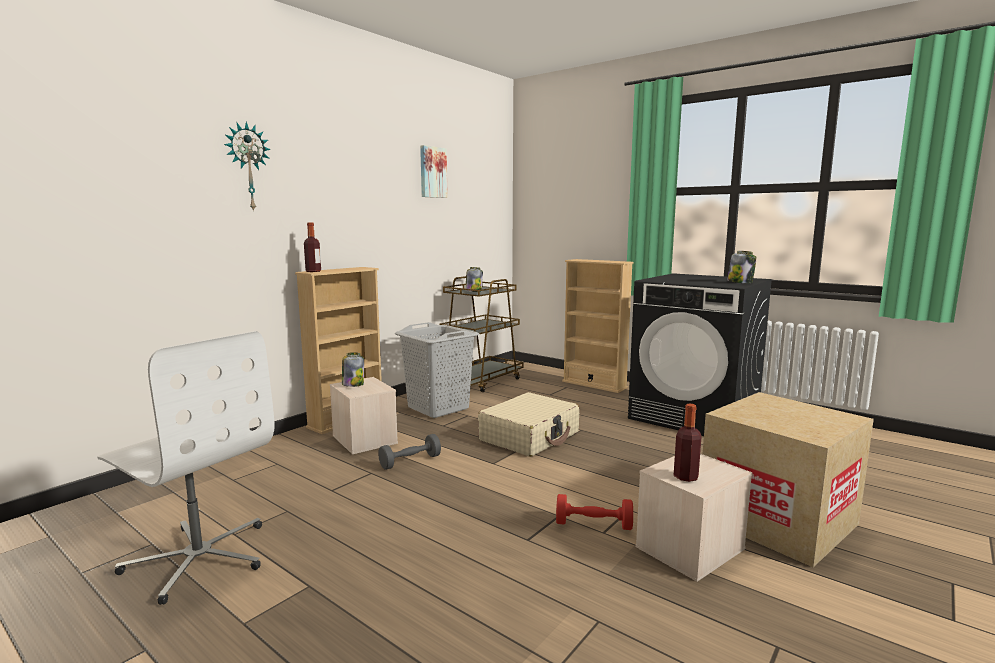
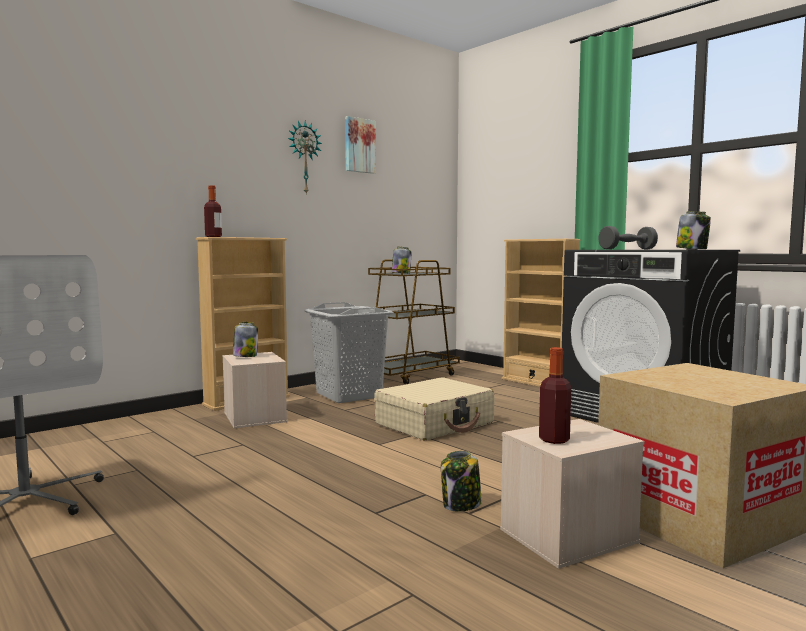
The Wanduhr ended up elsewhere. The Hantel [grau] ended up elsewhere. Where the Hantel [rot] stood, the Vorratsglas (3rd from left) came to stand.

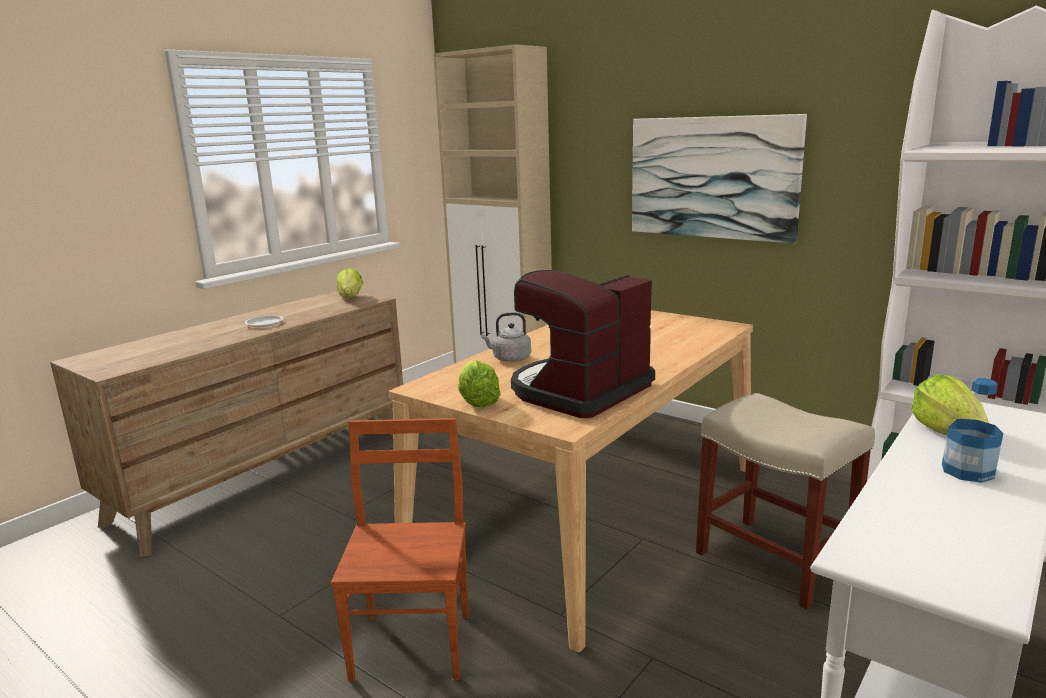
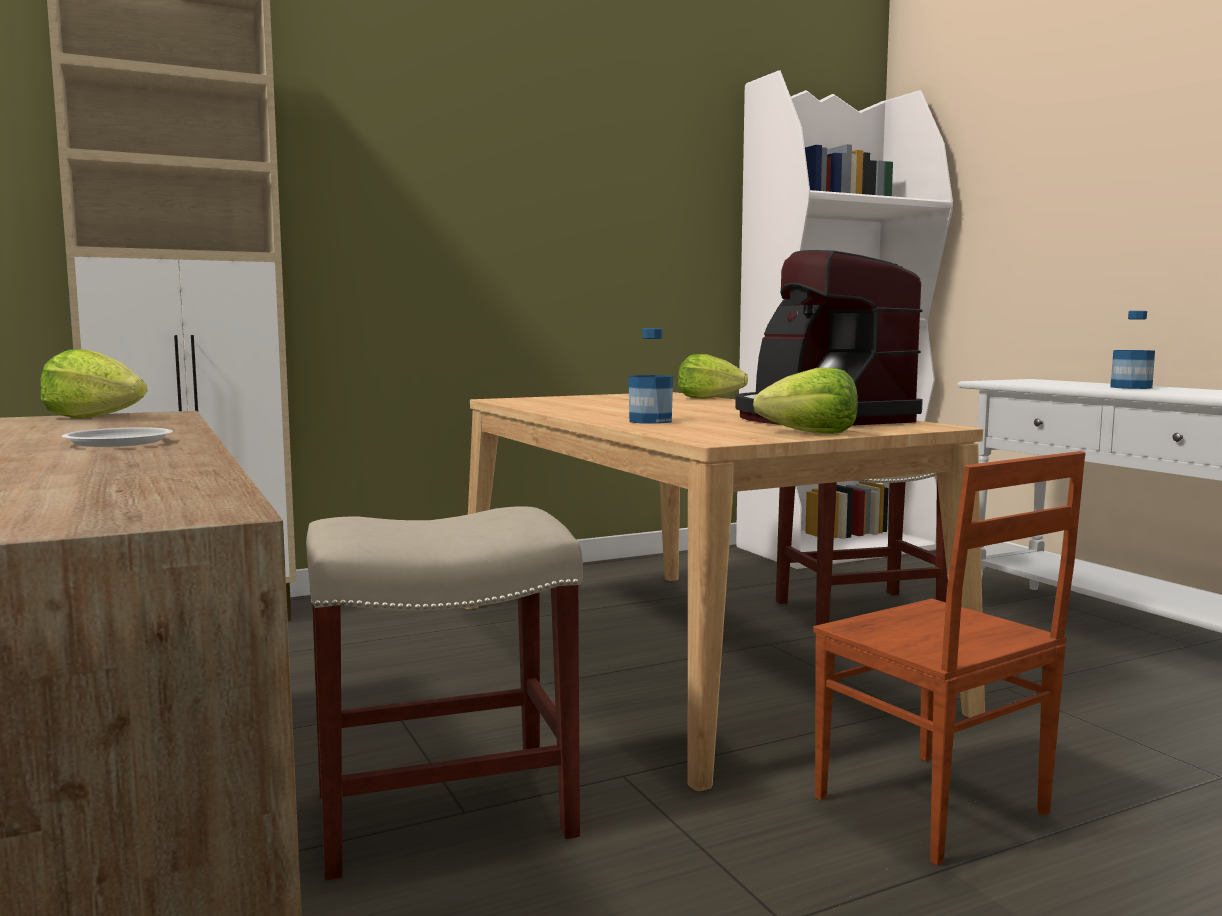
The Stuhl [braun] ended up facing another way, 150 degrees counterclockwise from before. Where the Wasserkessel [grau] stood, the Flasche (1st from left) came to stand. The second view lost the Bild. The Salatkopf (3rd from left in the first image) ended up elsewhere. The second view gained the Hocker [beige] (1st from left).

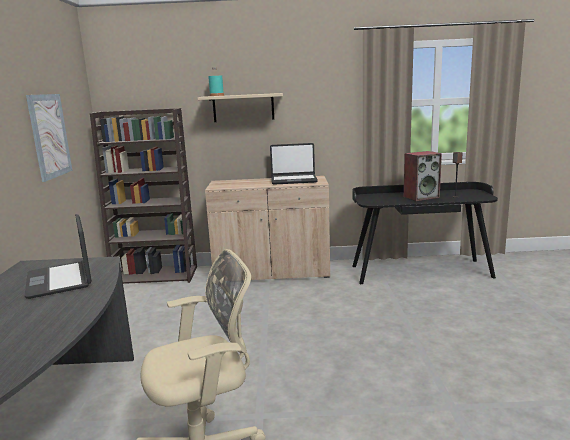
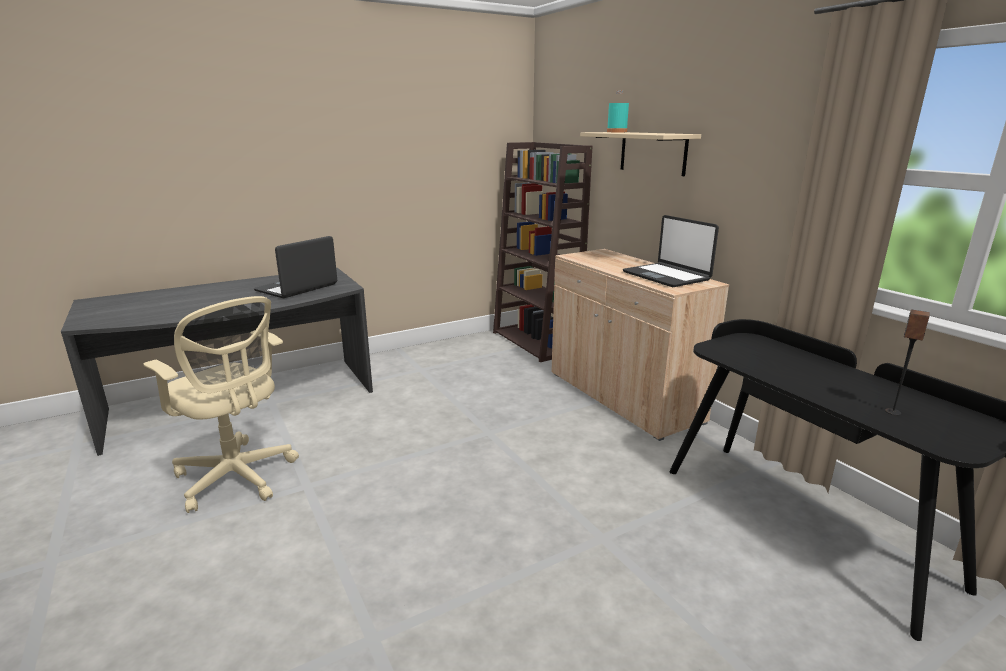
The second view lost the Bild. The second view lost the Lautsprecher (1st from left).

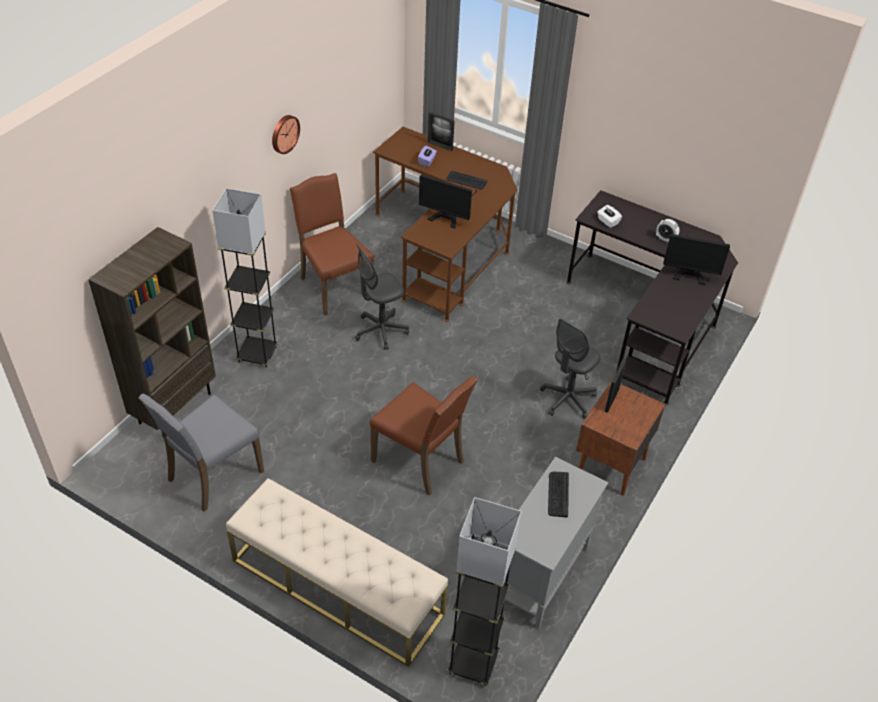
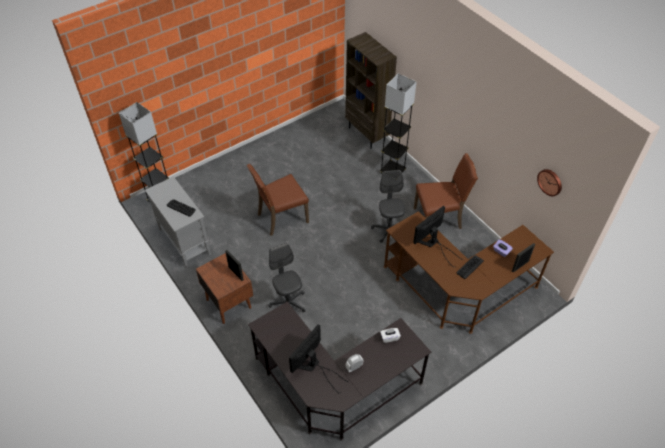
The second view lost the Stuhl [grau]. The second view lost the Bank [beige]. The Wanduhr ended up elsewhere.

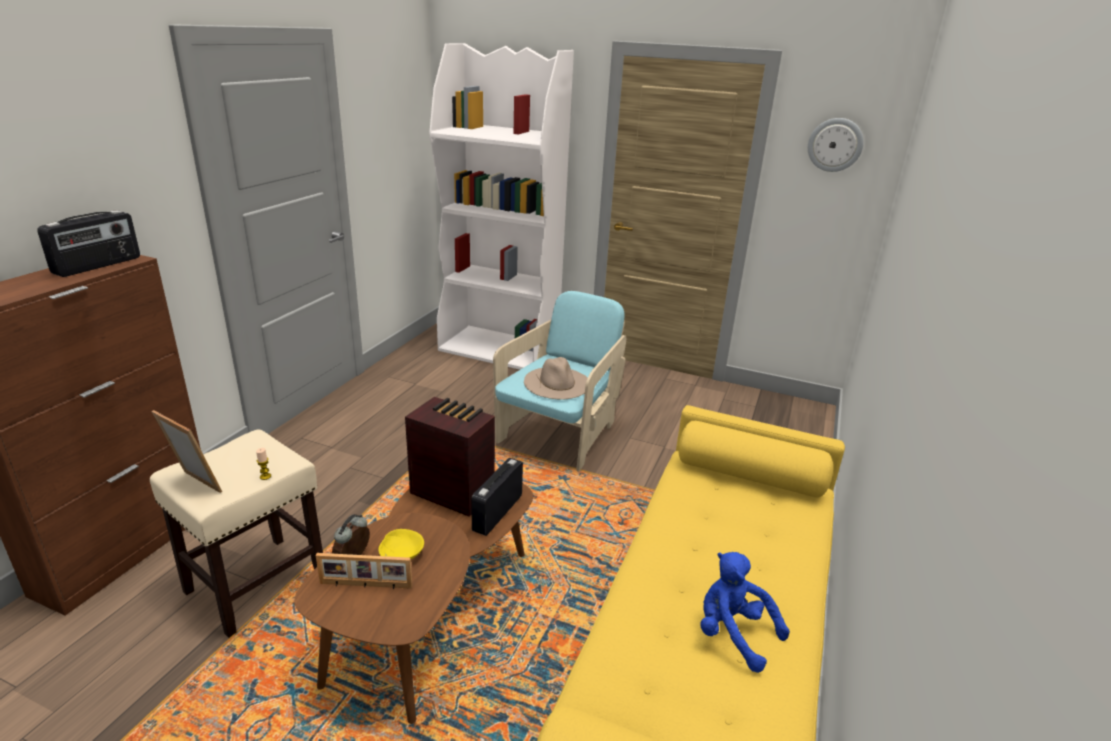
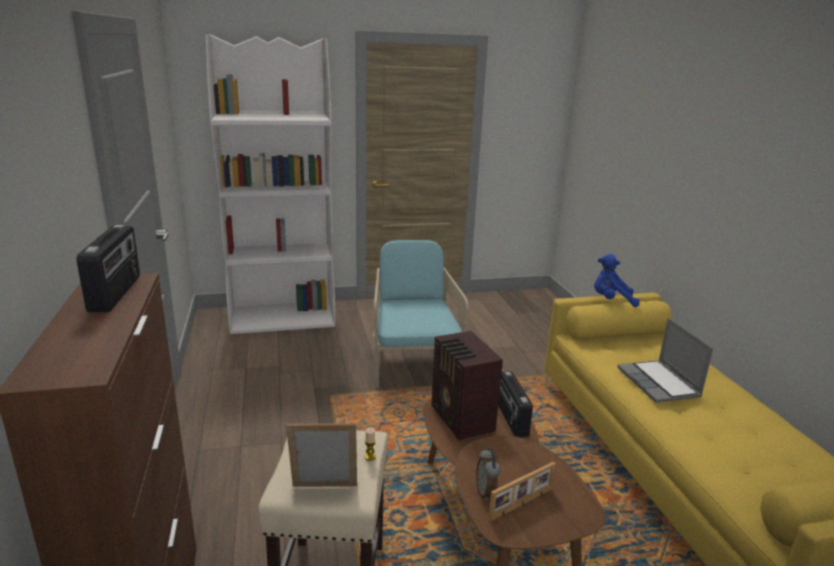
The second view lost the Schüssel [gelb]. The Radio (2nd from left) ended up facing another way, 105 degrees counterclockwise from before. The second view lost the Hut [beige]. The Plüschtier [blau] ended up elsewhere. The second view lost the Wanduhr. The second view gained the Laptop.

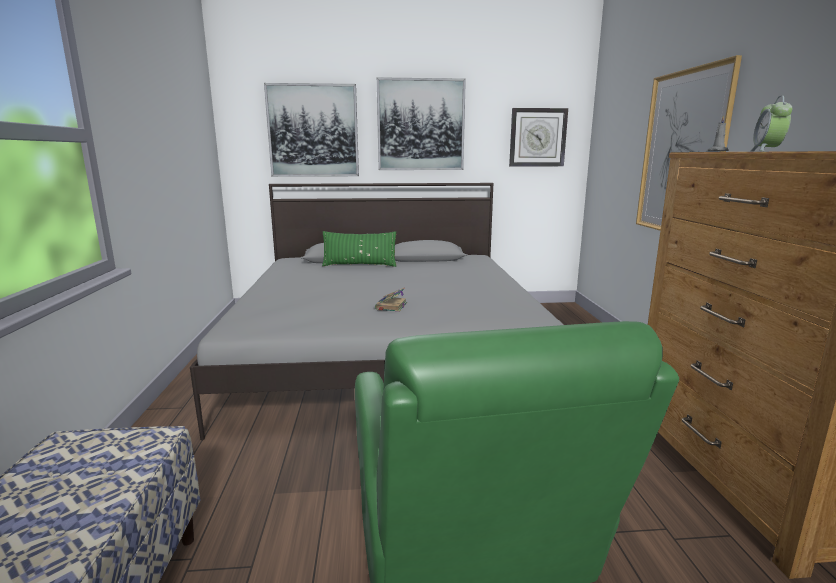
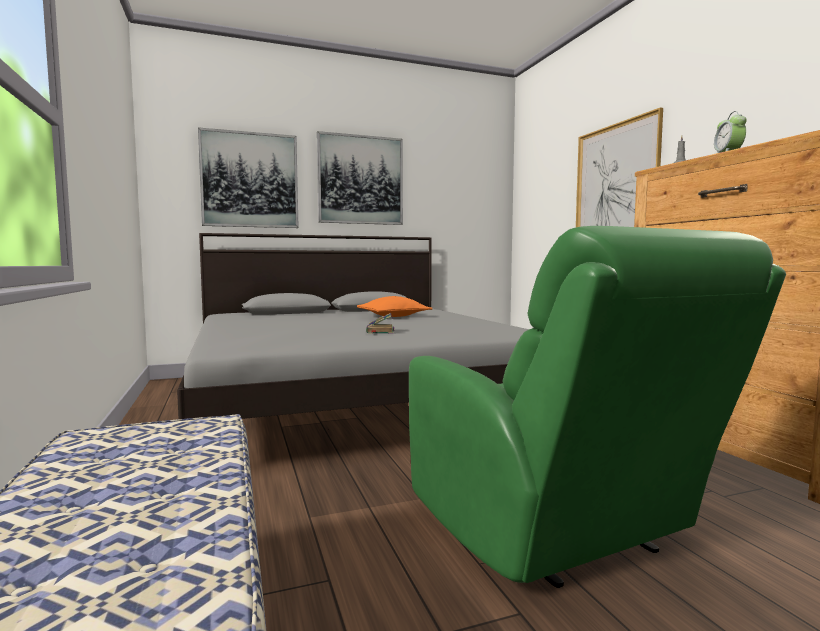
The second view lost the Kissen [grün]. The second view lost the Wanduhr. The second view gained the Kissen [orange].

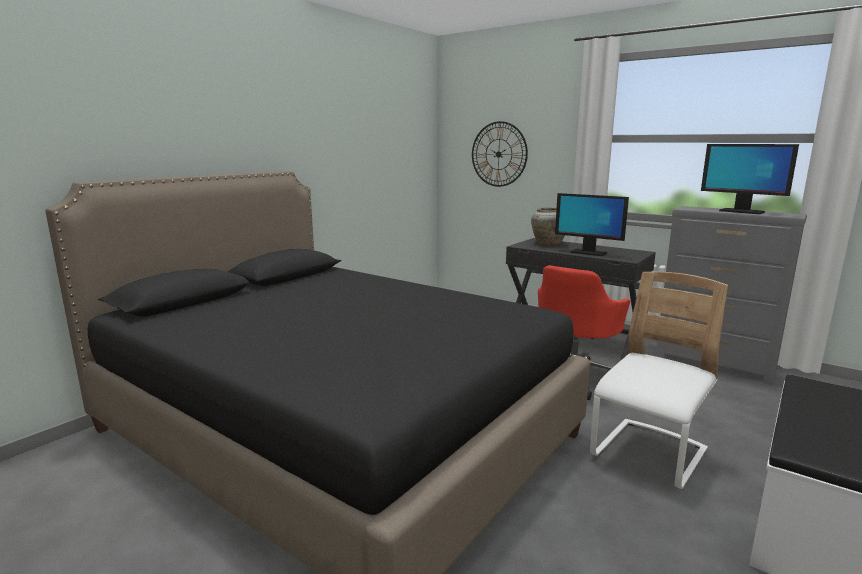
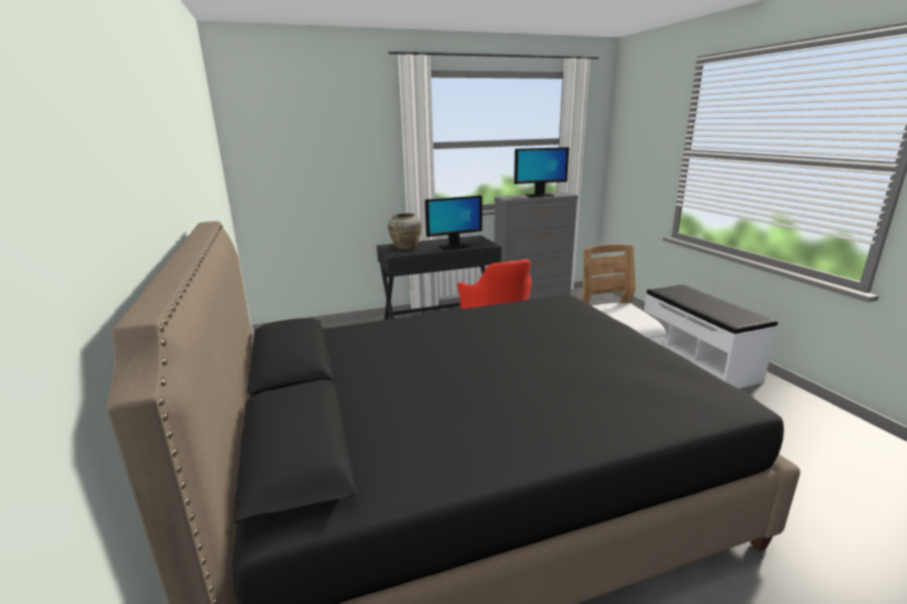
The second view lost the Wanduhr.

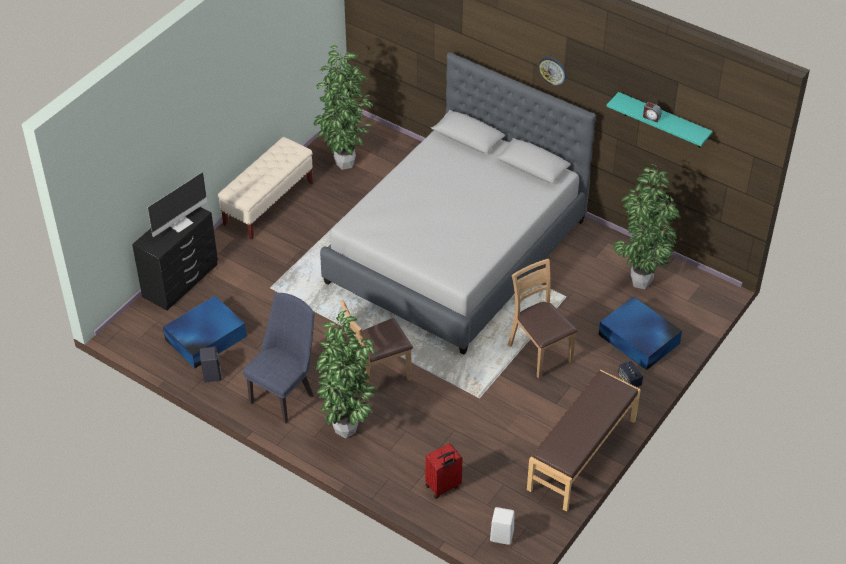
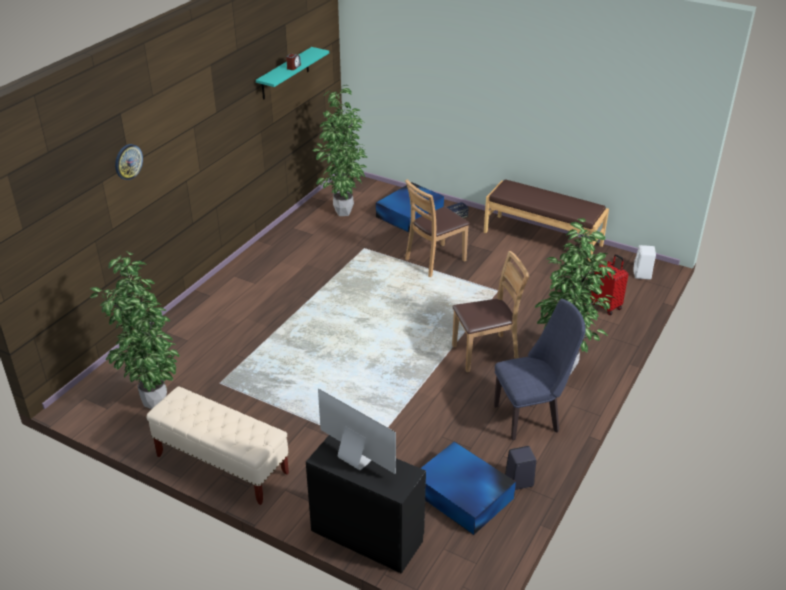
The Stuhl [blau] ended up facing another way, 135 degrees clockwise from before. The second view lost the Bett [grau]. The Stuhl [braun] (1st from left in the first image) ended up facing another way, 75 degrees counterclockwise from before. The Wanduhr ended up elsewhere.

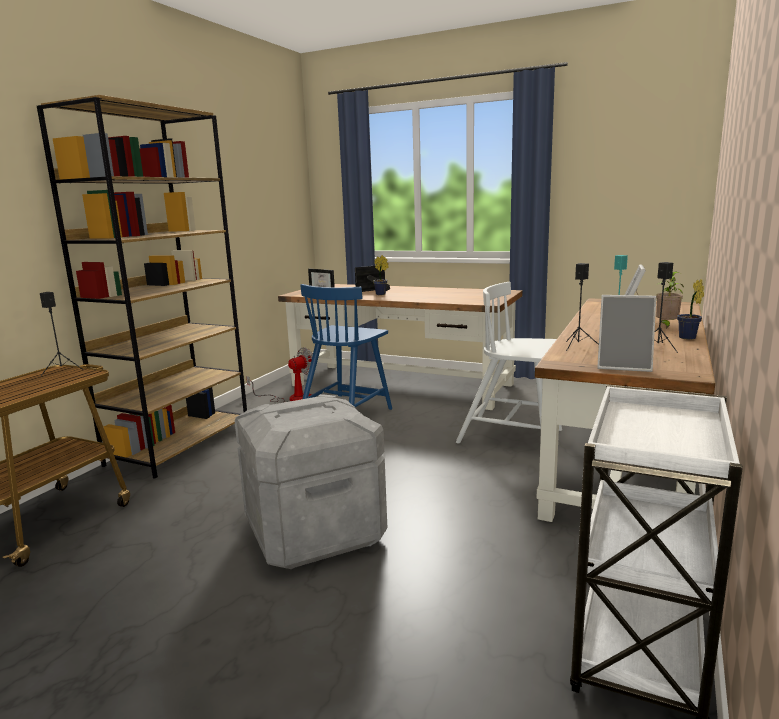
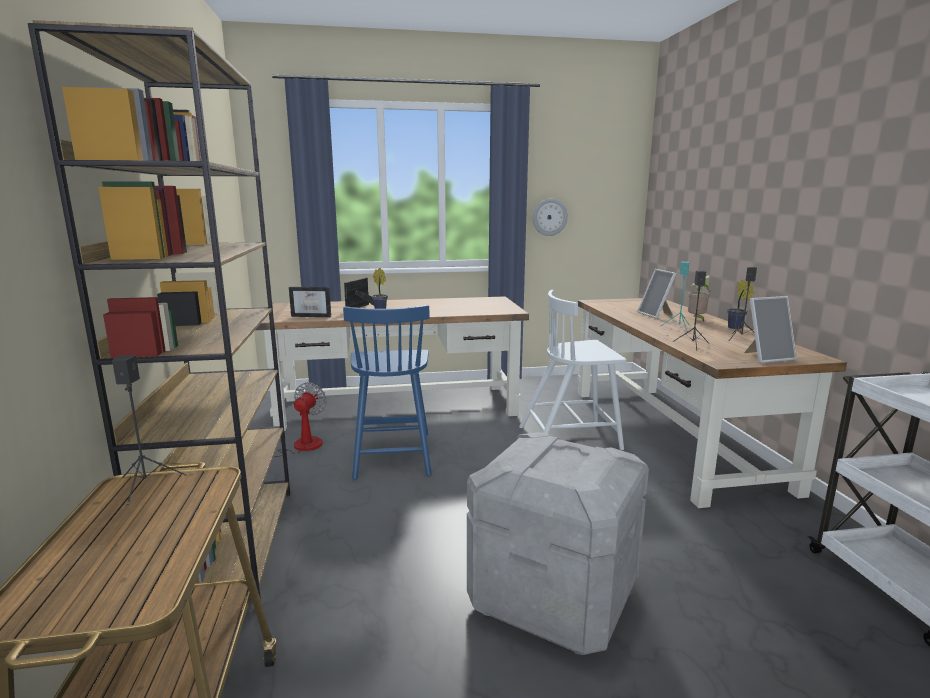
The second view gained the Wanduhr.

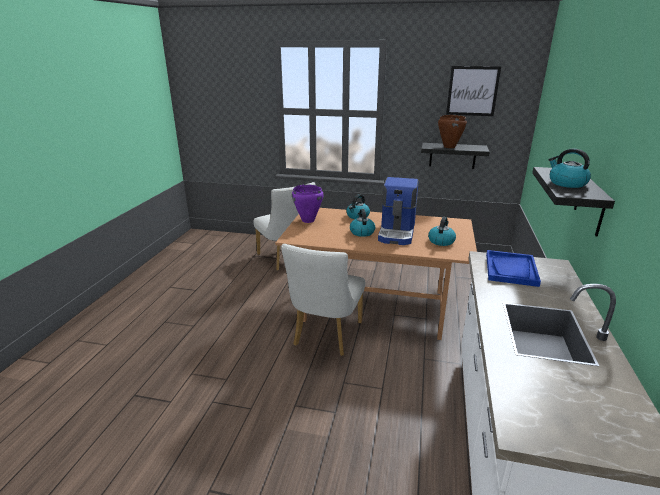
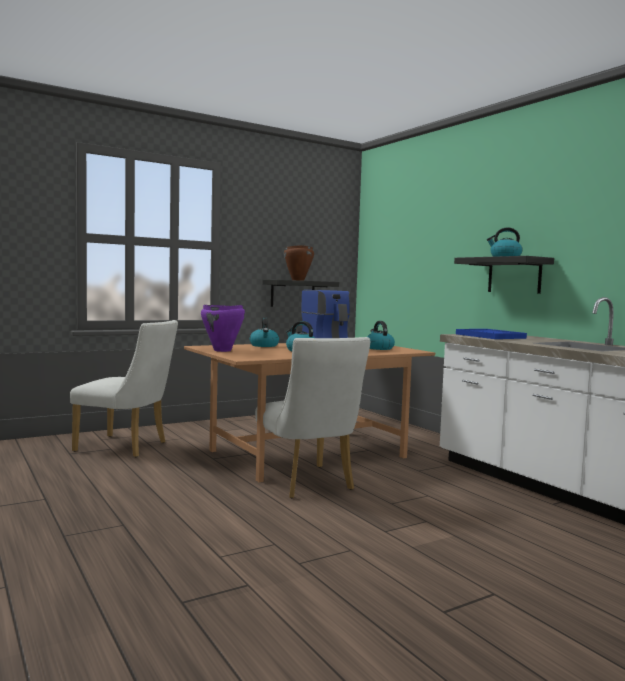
The second view lost the Bild.

